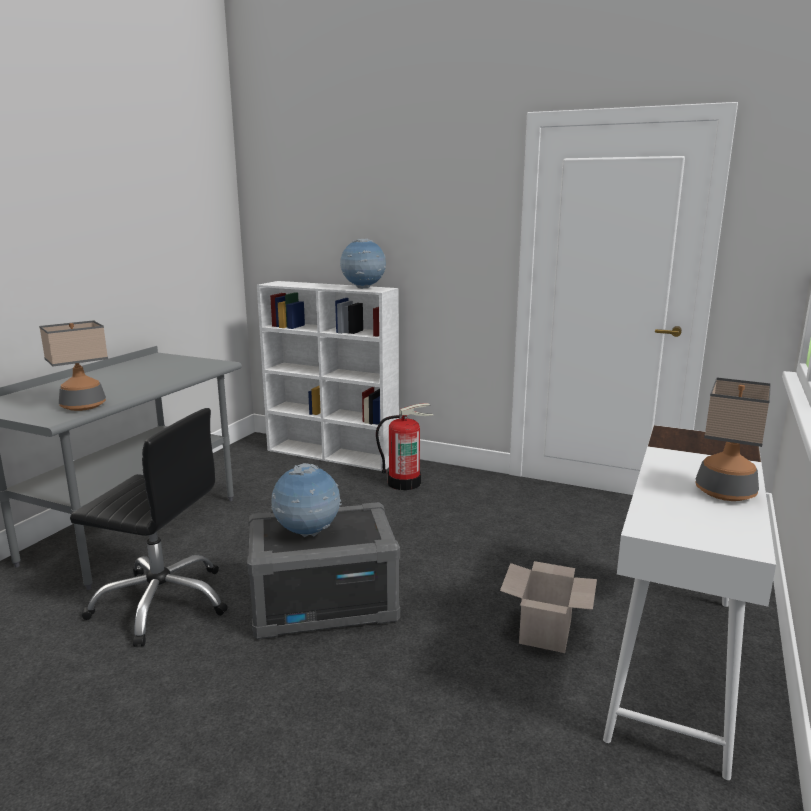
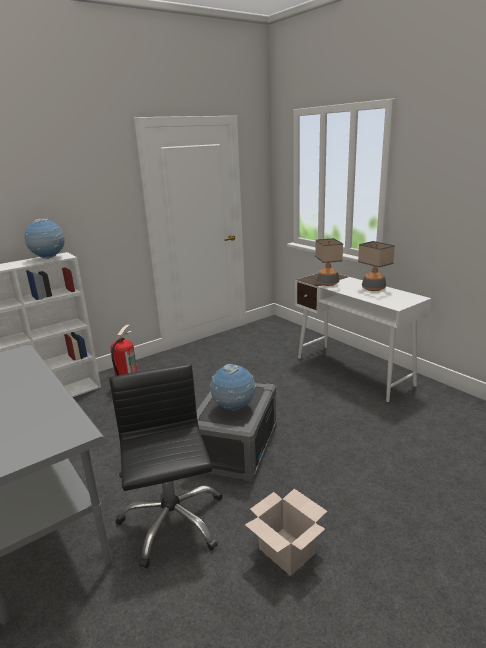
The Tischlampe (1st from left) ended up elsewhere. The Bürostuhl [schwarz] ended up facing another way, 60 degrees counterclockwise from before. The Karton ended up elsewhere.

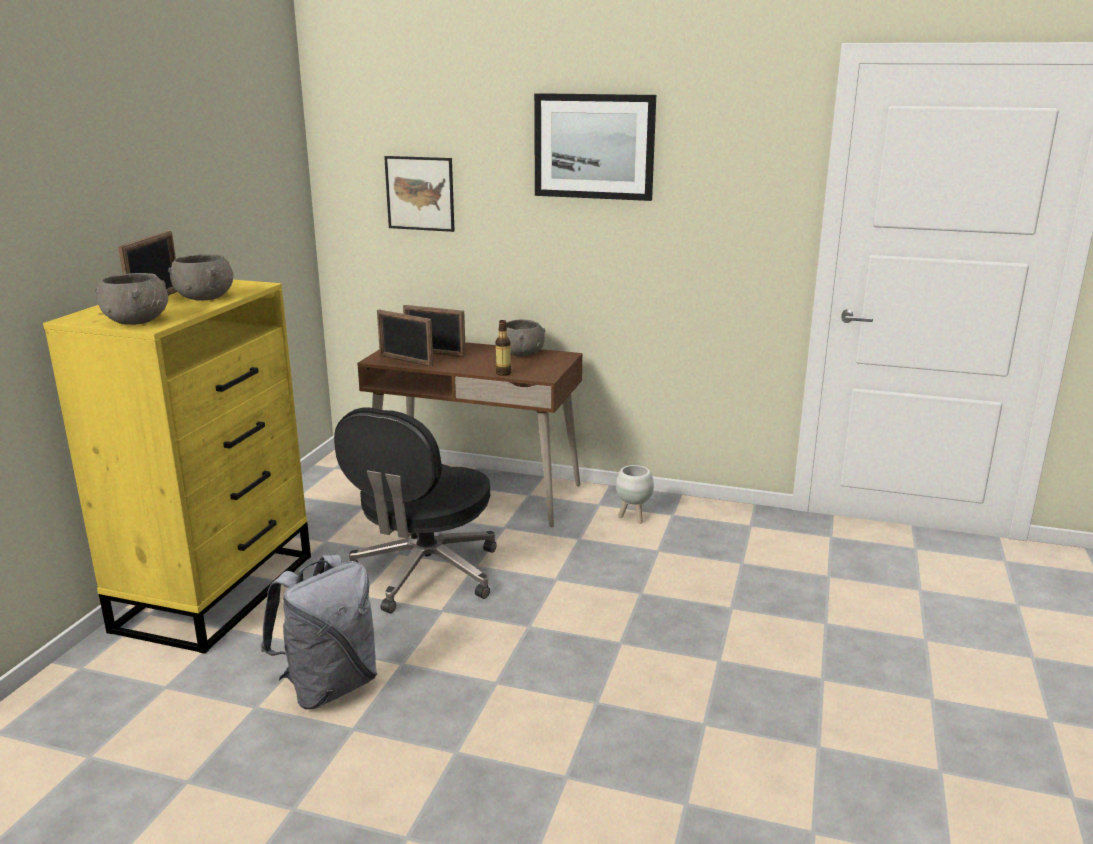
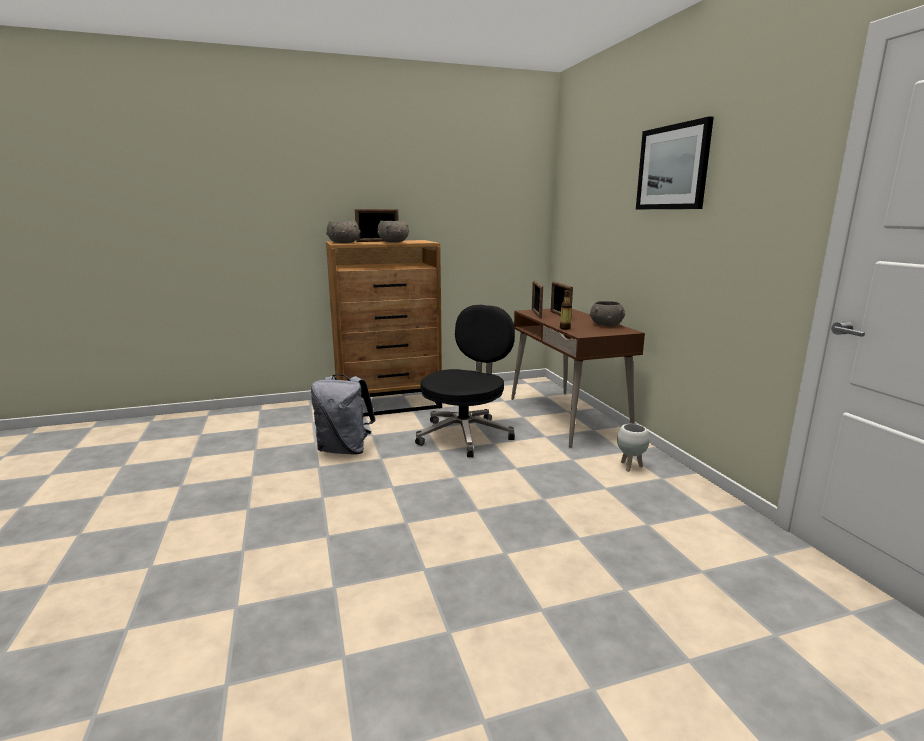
What was the Kommode [gelb] turned into the Kommode [braun]. The Bürostuhl [schwarz] ended up facing another way, 135 degrees clockwise from before. The second view lost the Bild (1st from left).

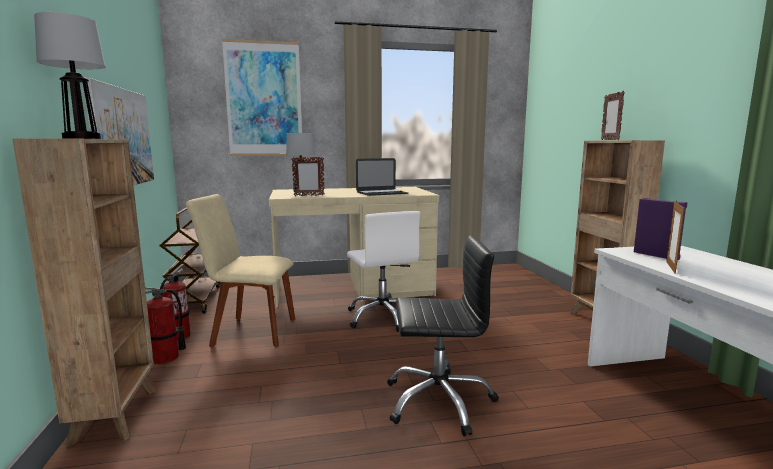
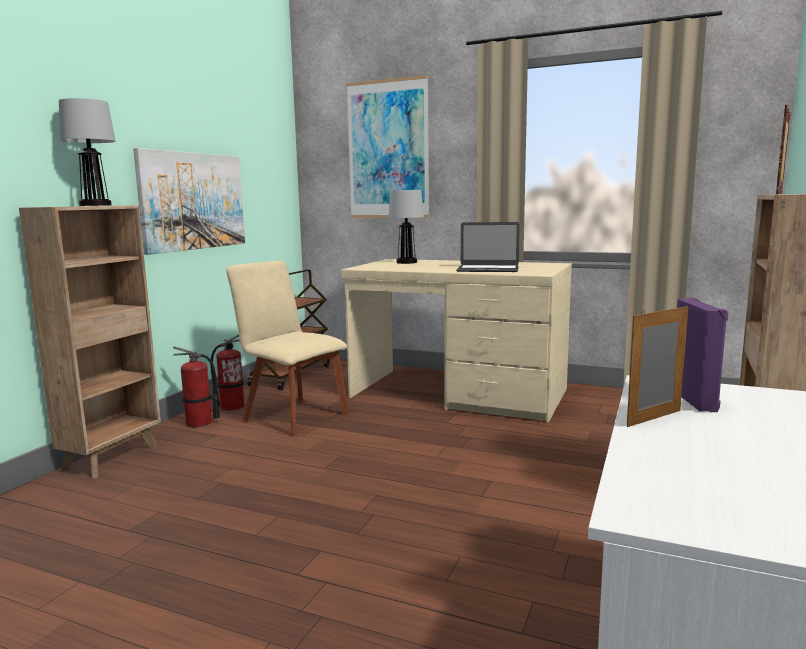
The second view lost the Bilderrahmen (1st from left). The second view lost the Bürostuhl [weiß]. The second view lost the Bürostuhl [schwarz].

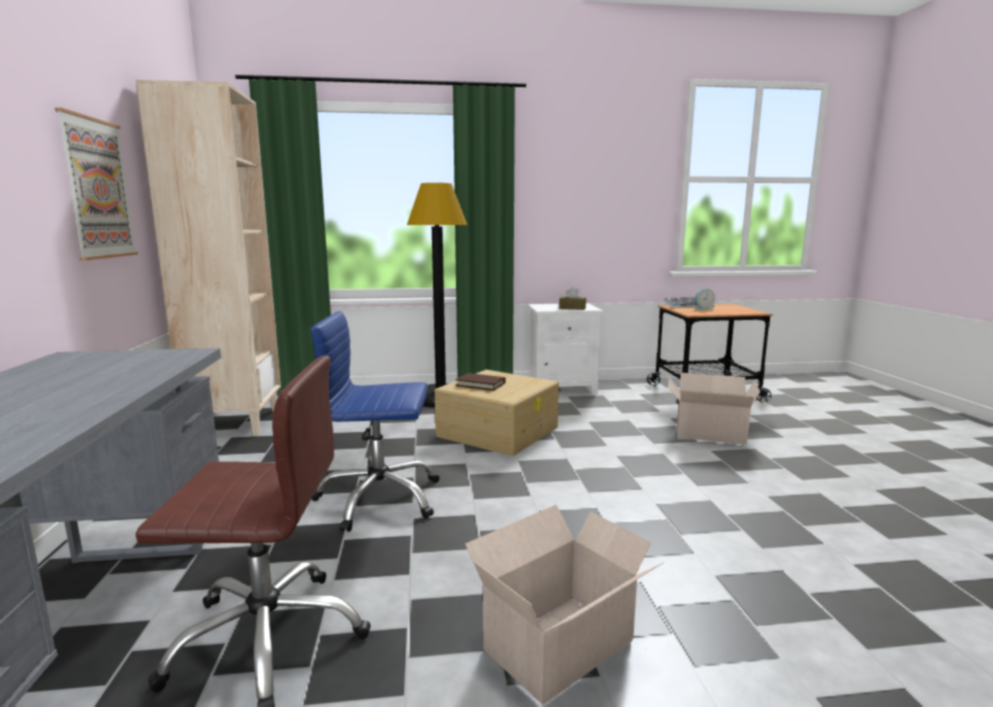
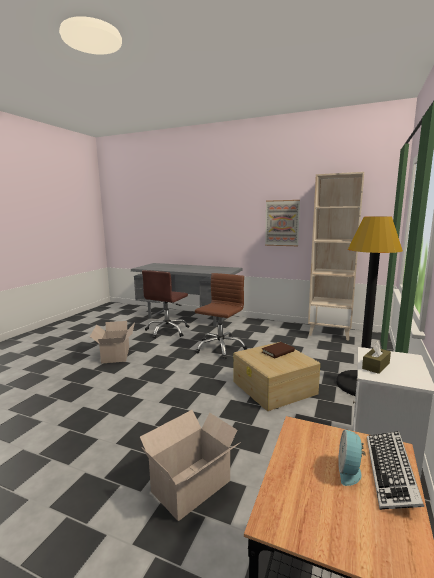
What was the Bürostuhl [blau] turned into the Bürostuhl [braun] (2nd from left).

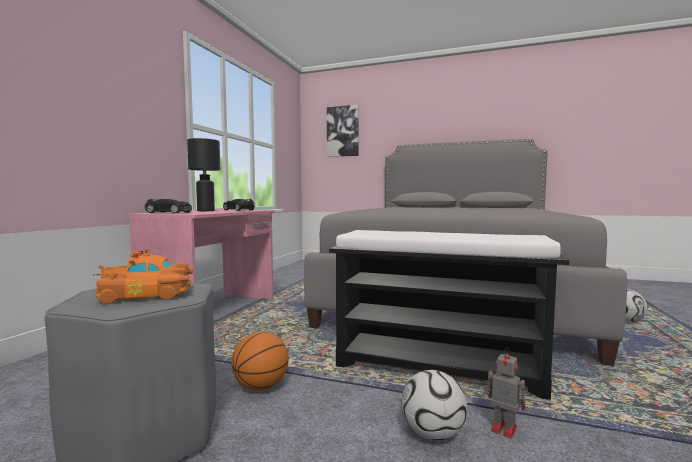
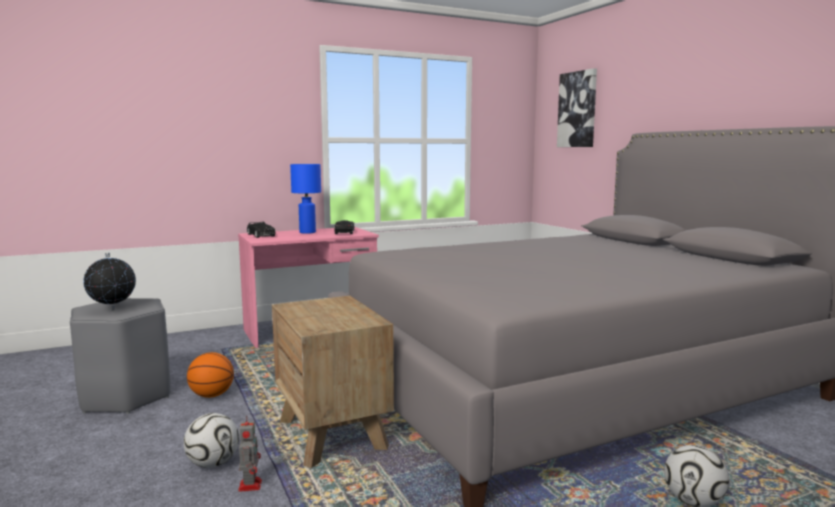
Where the Spielzeugauto [orange] stood, the Globus came to stand. What was the Tischlampe [schwarz] turned into the Tischlampe [blau]. Where the Bank [schwarz] stood, the Nachttisch [braun] came to stand.

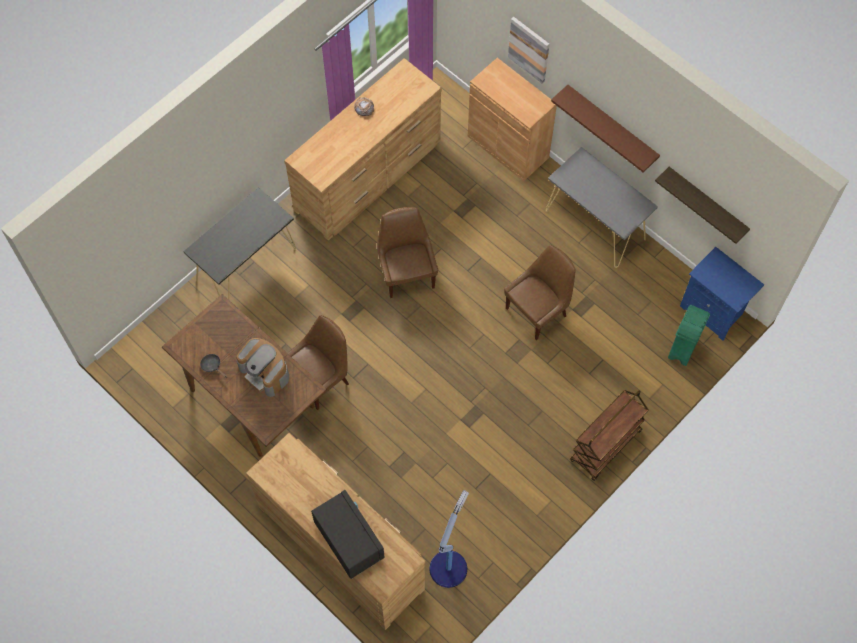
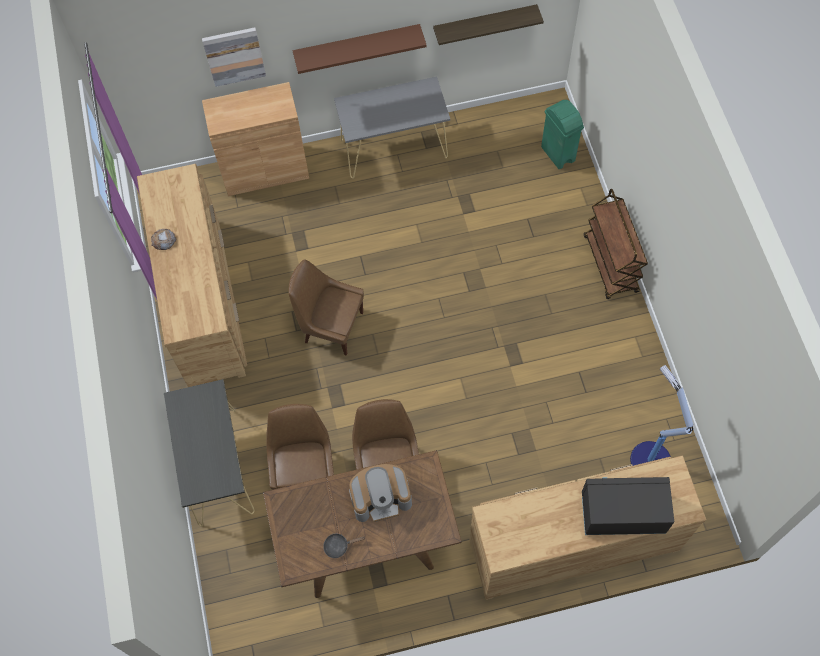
The Stuhl [braun] (3rd from left in the first image) ended up elsewhere. The second view lost the Nachttisch [blau].

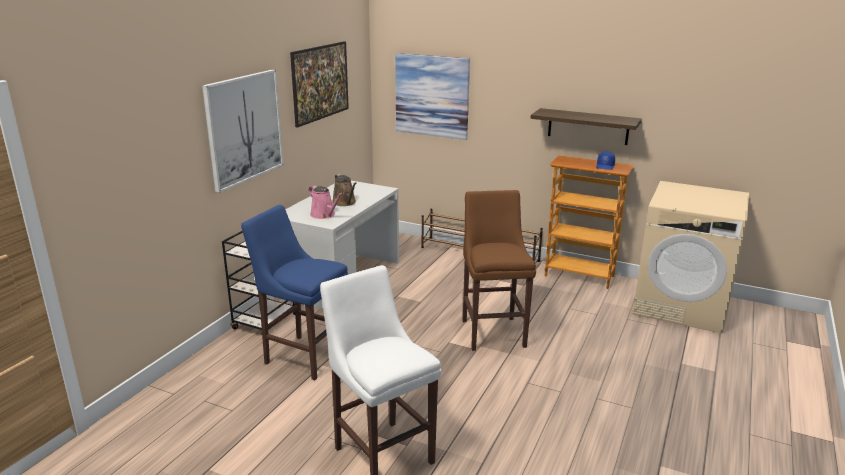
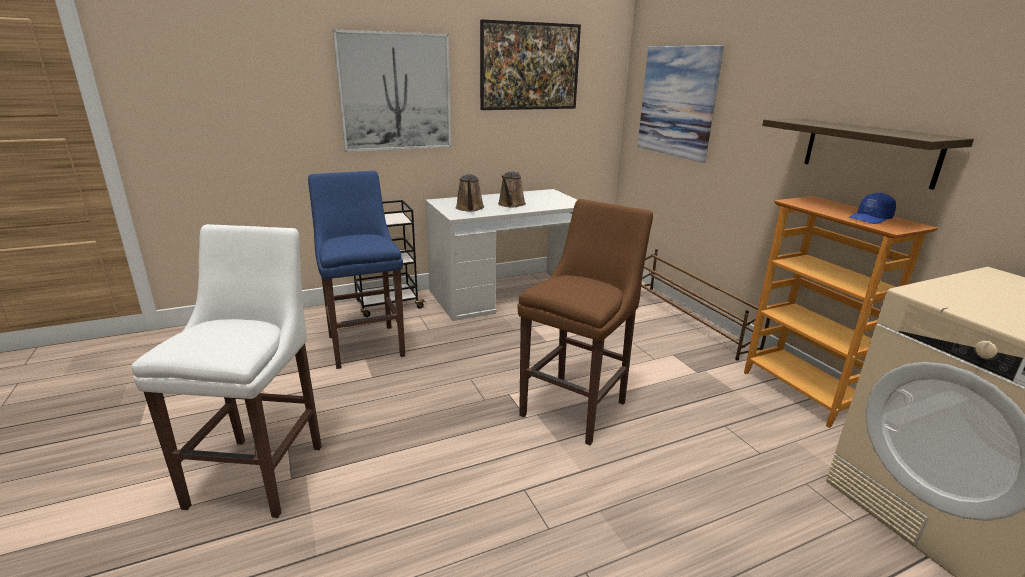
What was the Gießkanne [rosa] turned into the Gießkanne [braun] (1st from left).

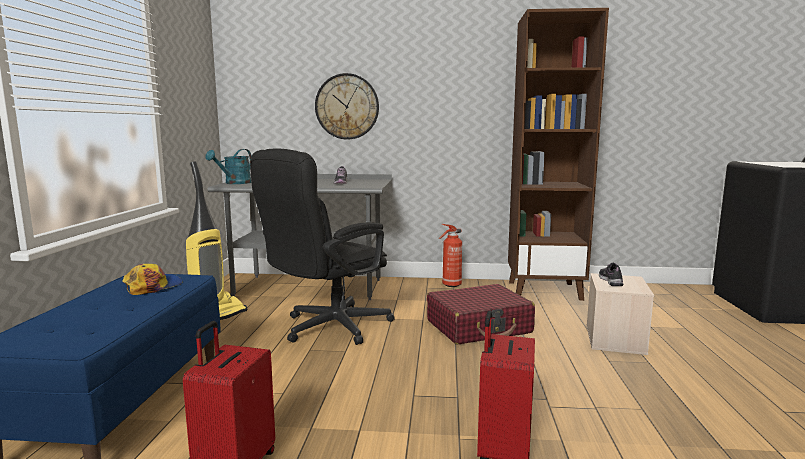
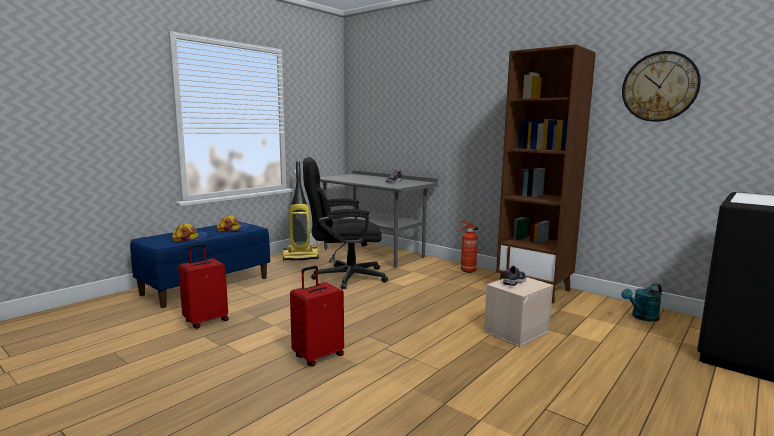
The Gießkanne [türkis] ended up elsewhere. The Wanduhr ended up elsewhere. The second view lost the Koffer [rot] (2nd from left). The second view gained the Kappe (1st from left).

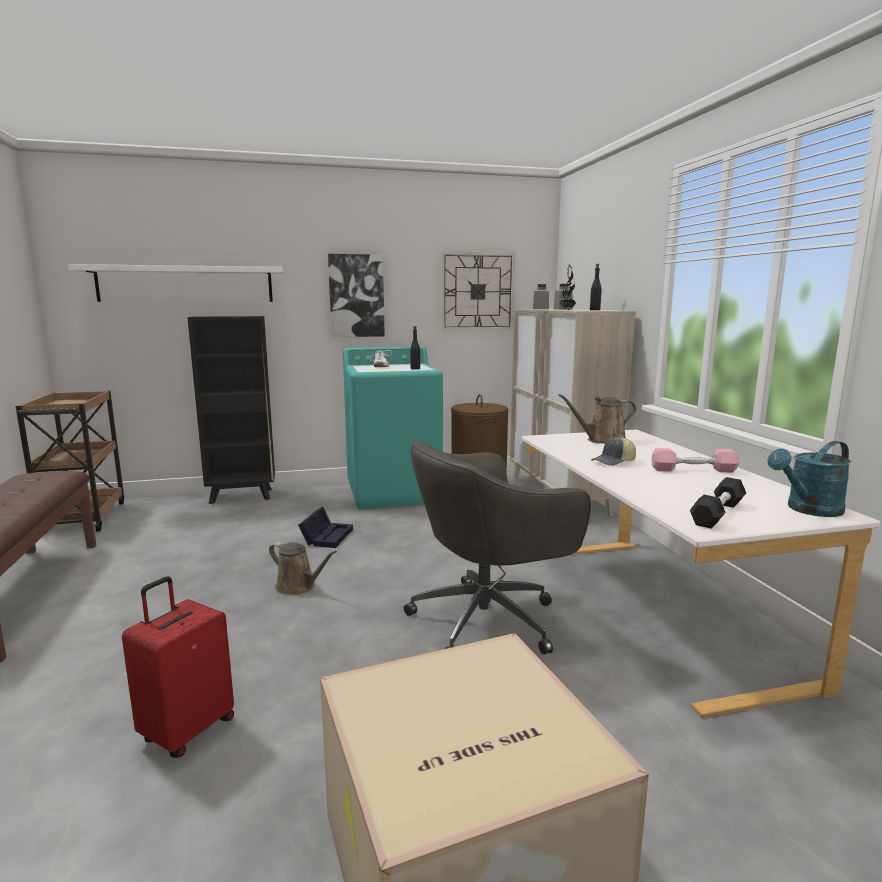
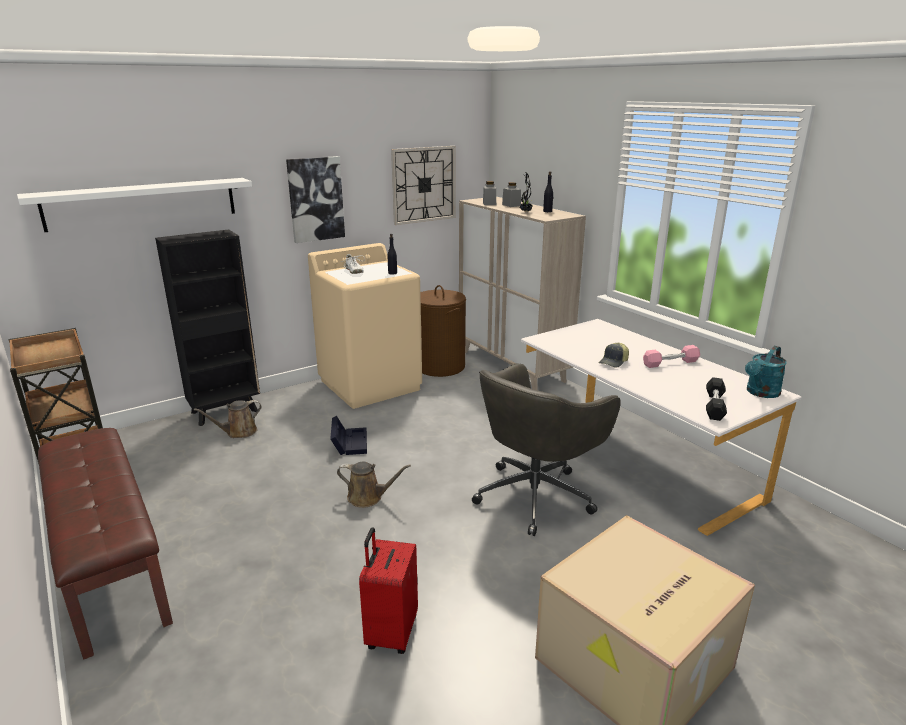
What was the Waschmaschine [türkis] turned into the Waschmaschine [beige]. The Gießkanne [braun] (2nd from left in the first image) ended up elsewhere.

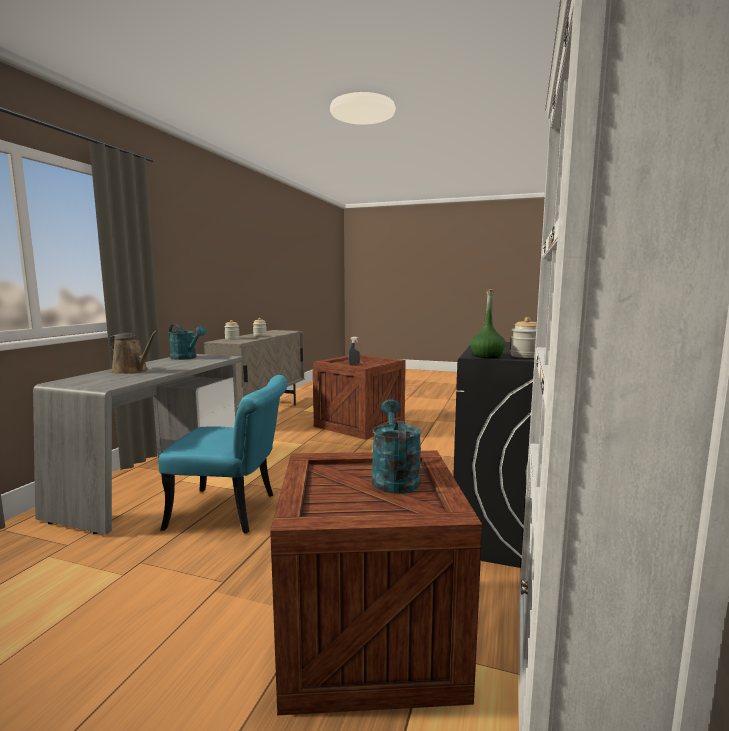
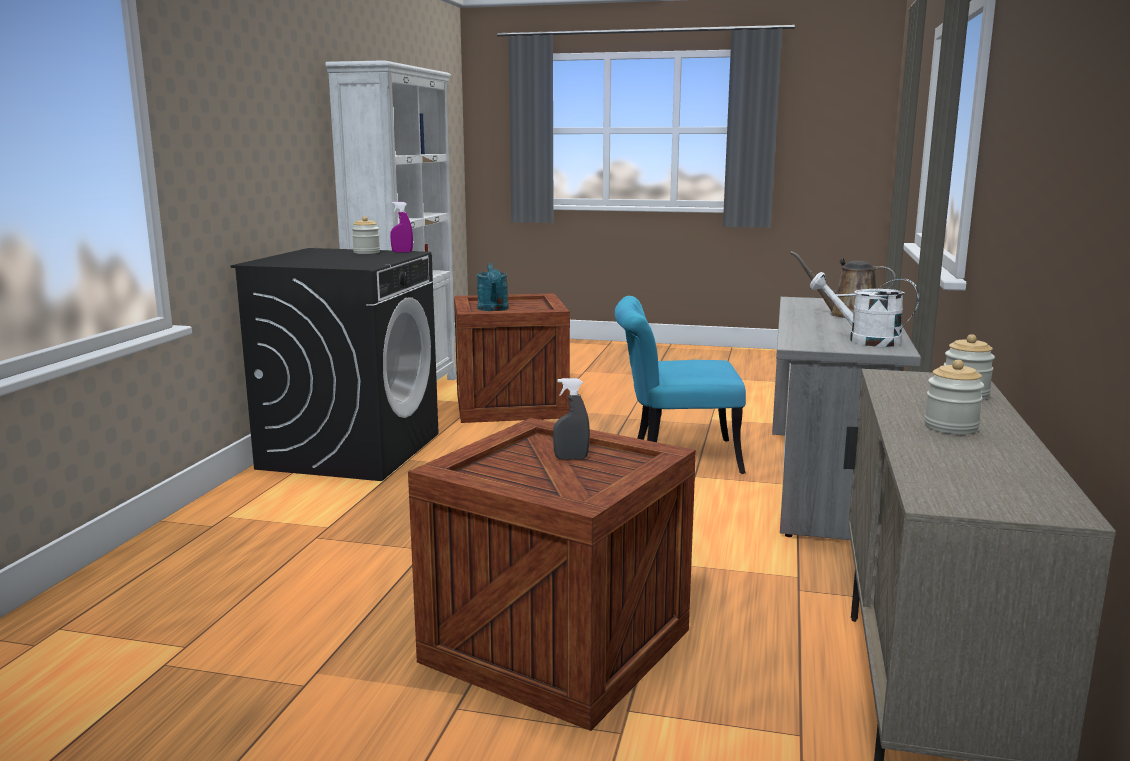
What was the Gießkanne [türkis] (1st from left) turned into the Gießkanne [weiß]. Where the Flasche [grün] stood, the Sprühflasche [lila] came to stand.

